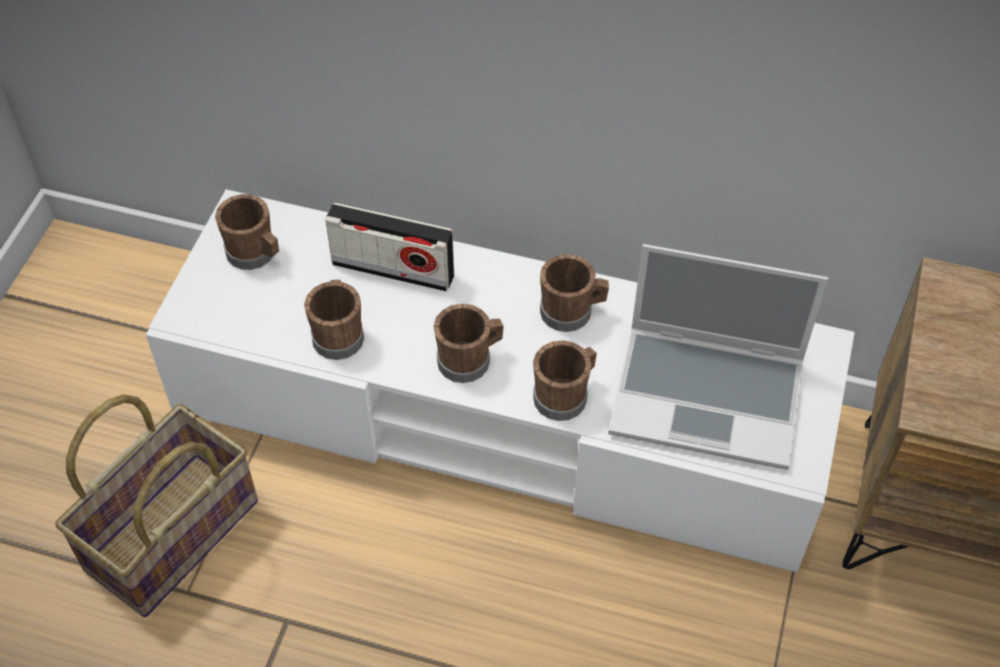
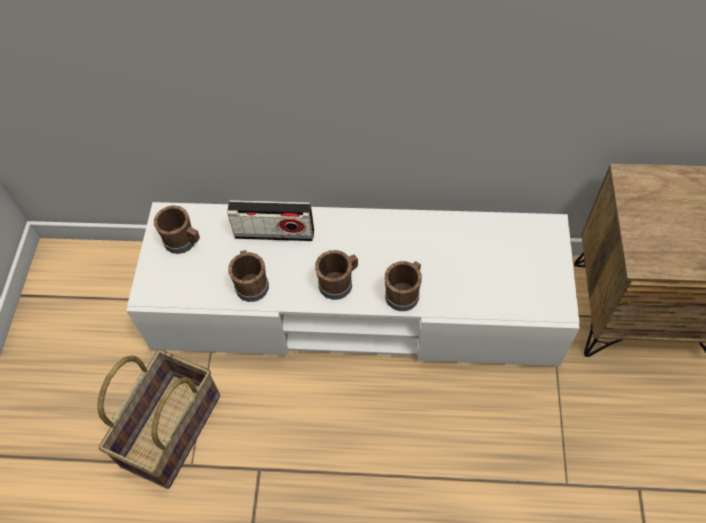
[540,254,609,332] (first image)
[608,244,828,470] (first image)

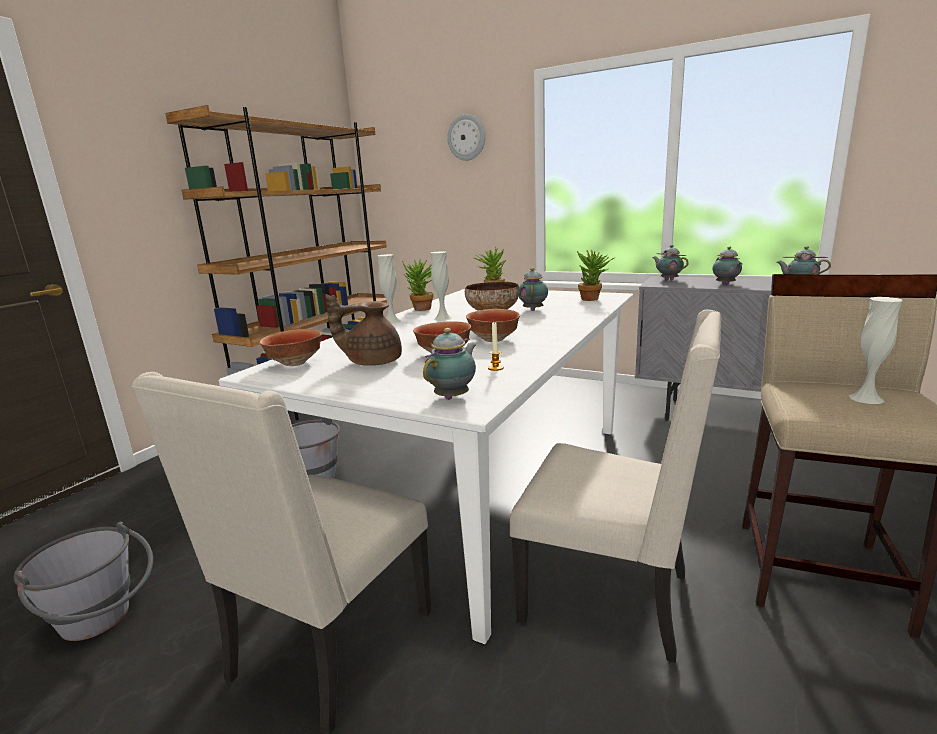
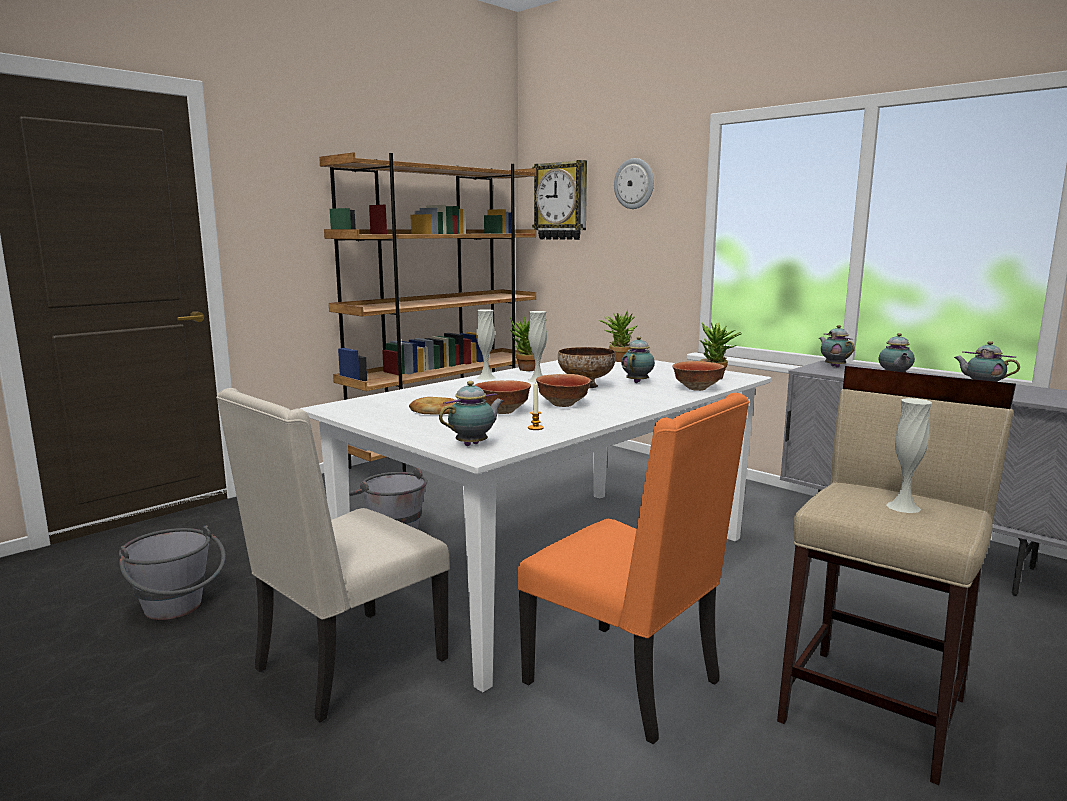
[672,361,724,391]
[409,397,456,415]
[517,393,749,745]
[532,160,587,240]

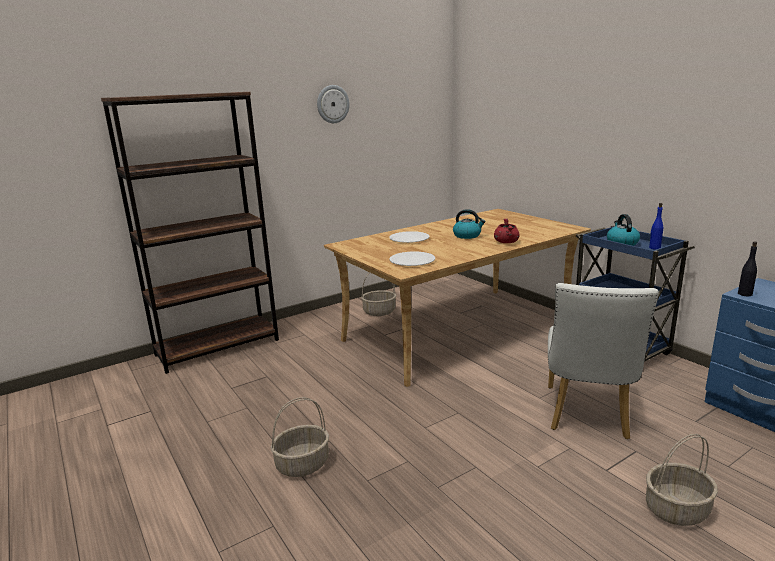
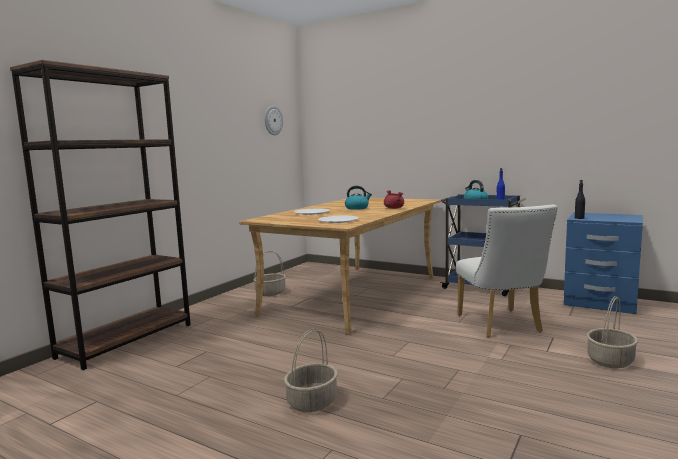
[265,106,283,135]

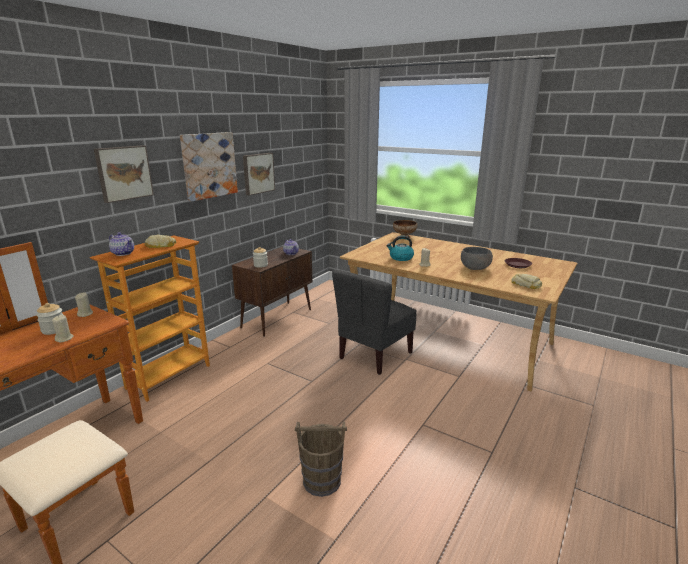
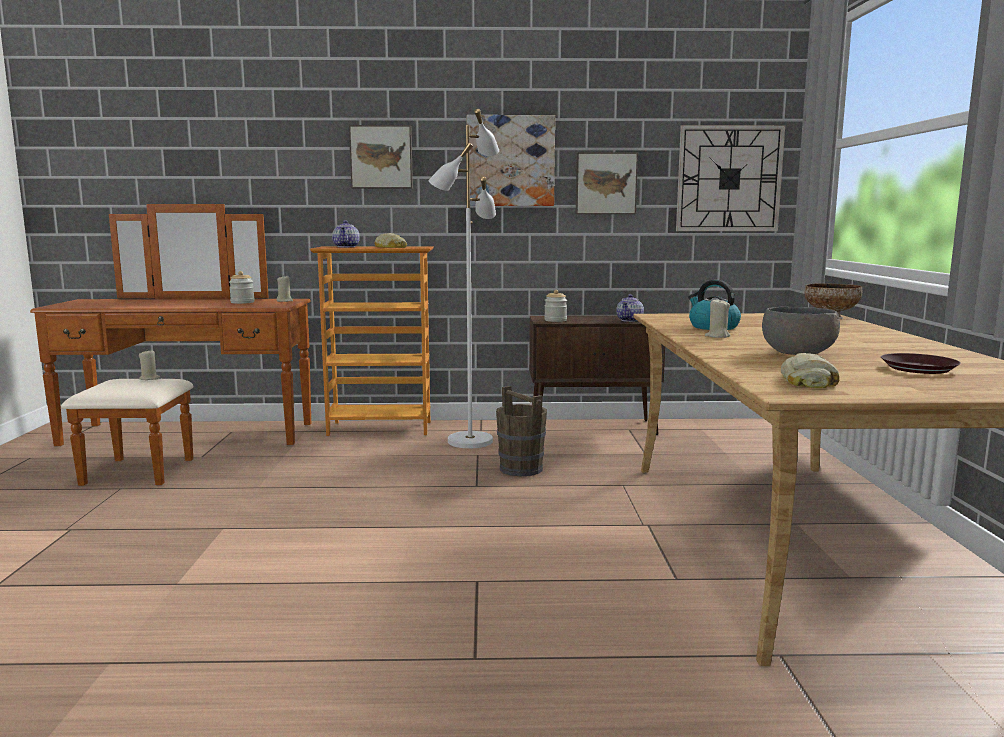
[139,350,160,380]
[496,386,547,476]
[332,270,417,375] (first image)
[428,109,499,448]
[676,125,785,231]

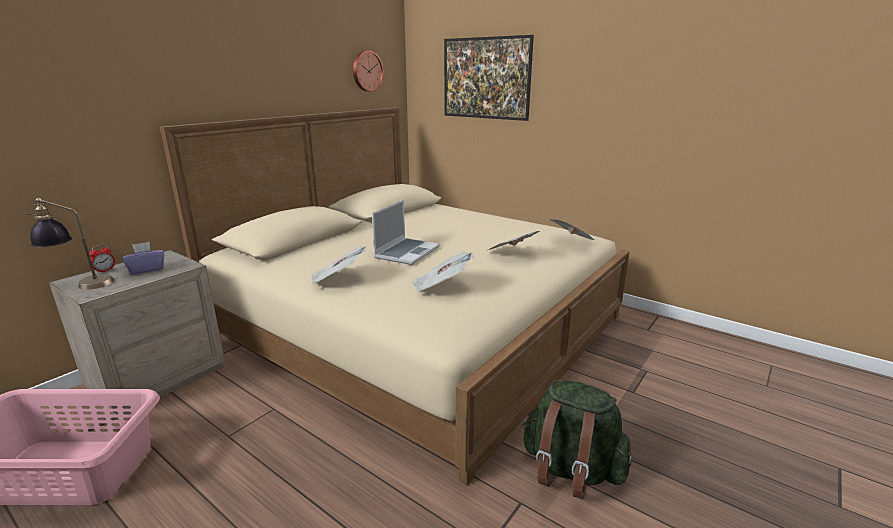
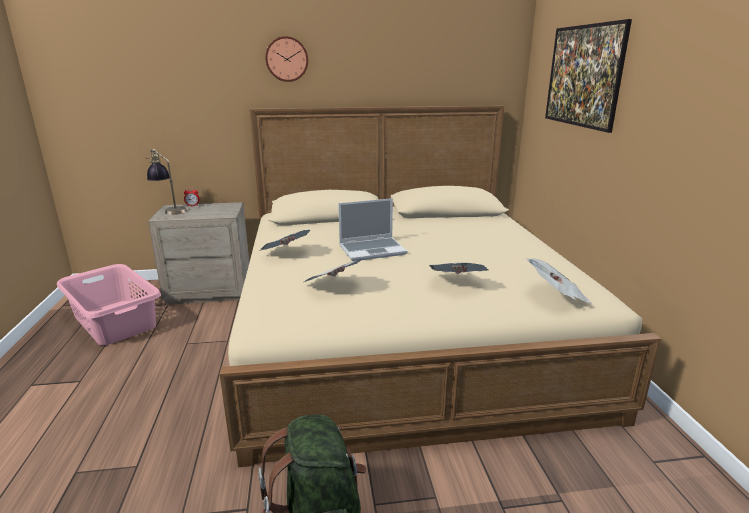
[122,242,164,275] (first image)
[265,36,308,82]

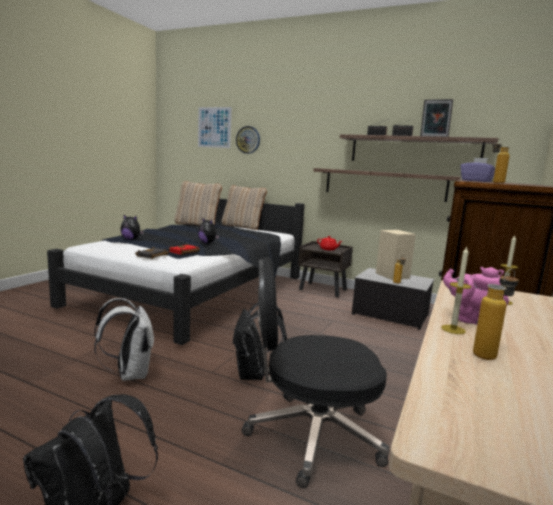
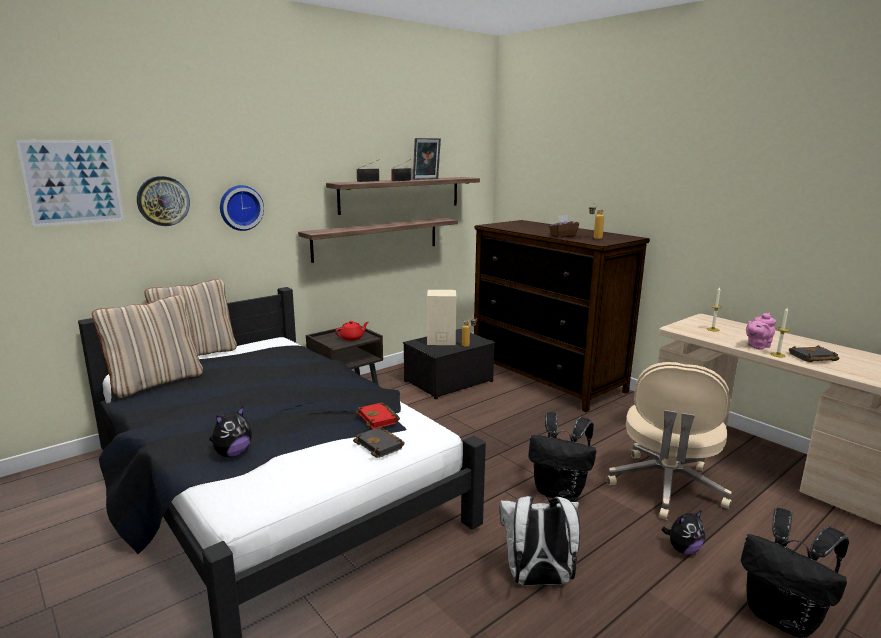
[662,510,705,554]
[607,362,732,520]
[549,215,579,238]
[789,345,840,362]
[220,185,264,231]

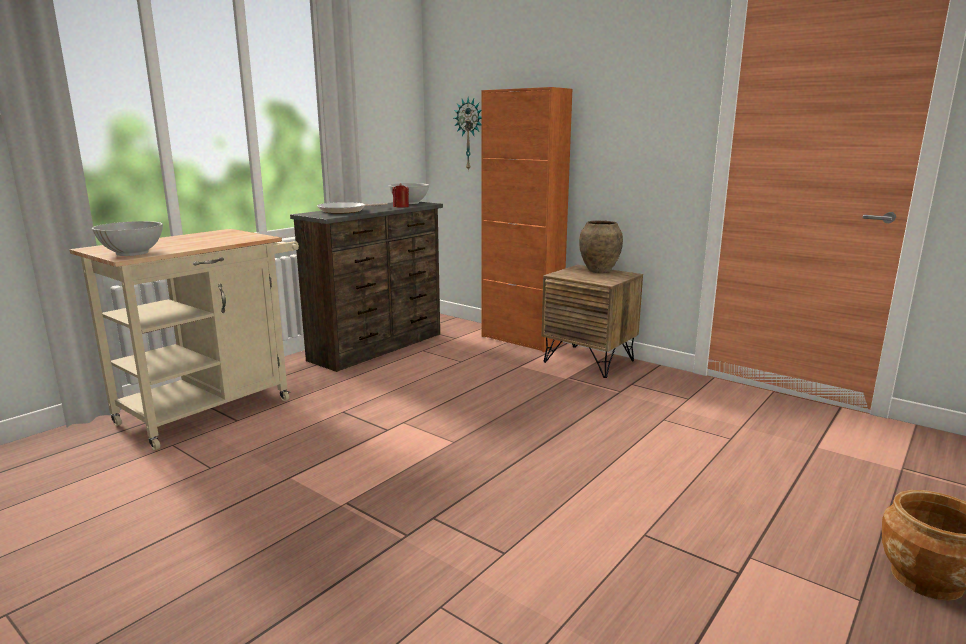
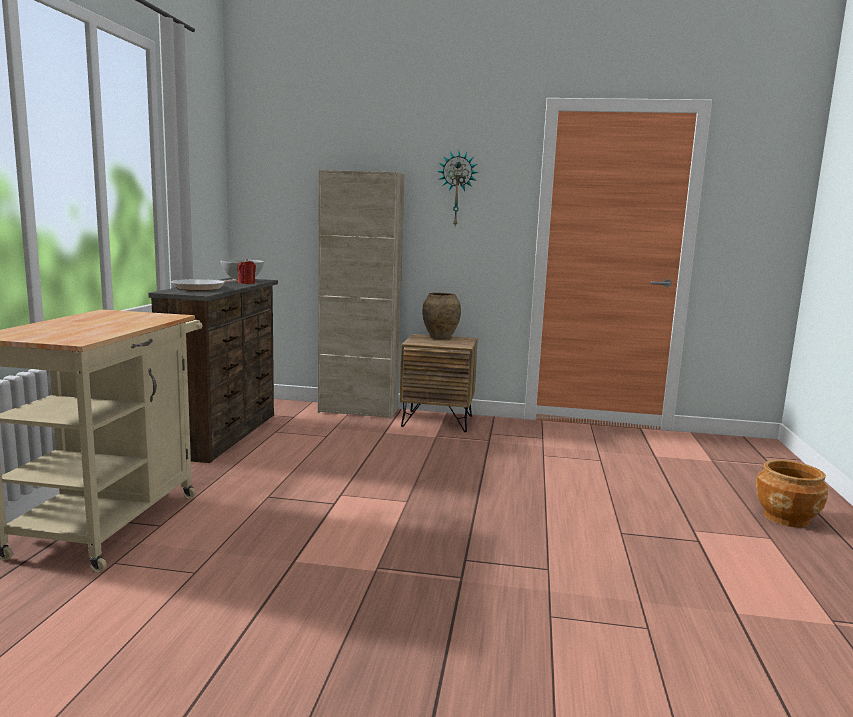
[92,221,163,256] (first image)
[437,151,479,226]
[318,170,405,419]

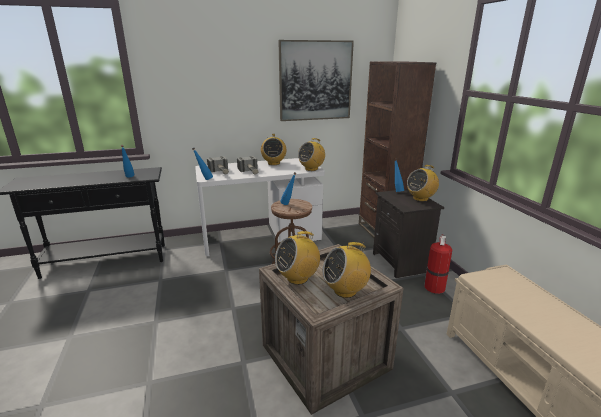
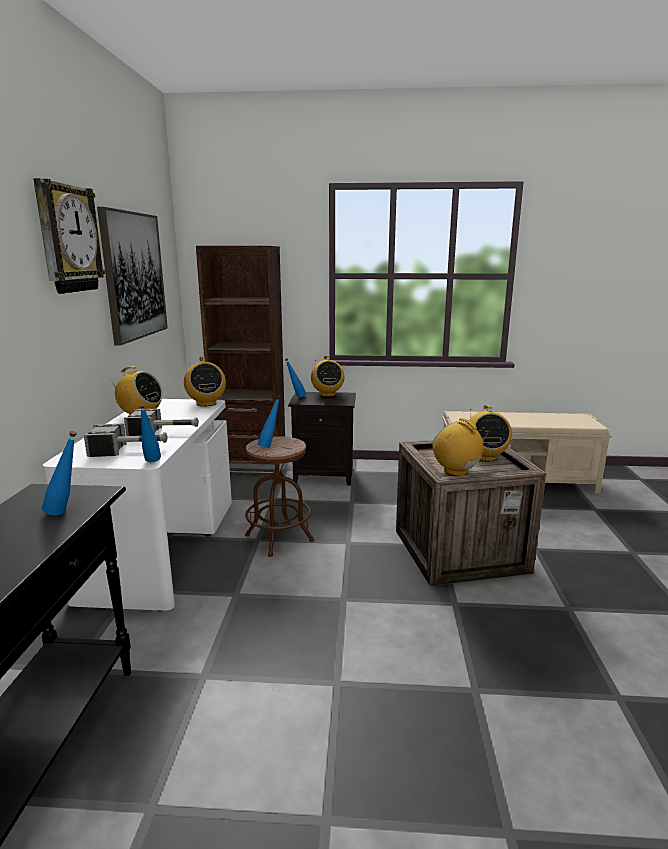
[432,418,490,476]
[424,234,452,294] (first image)
[33,178,105,294]

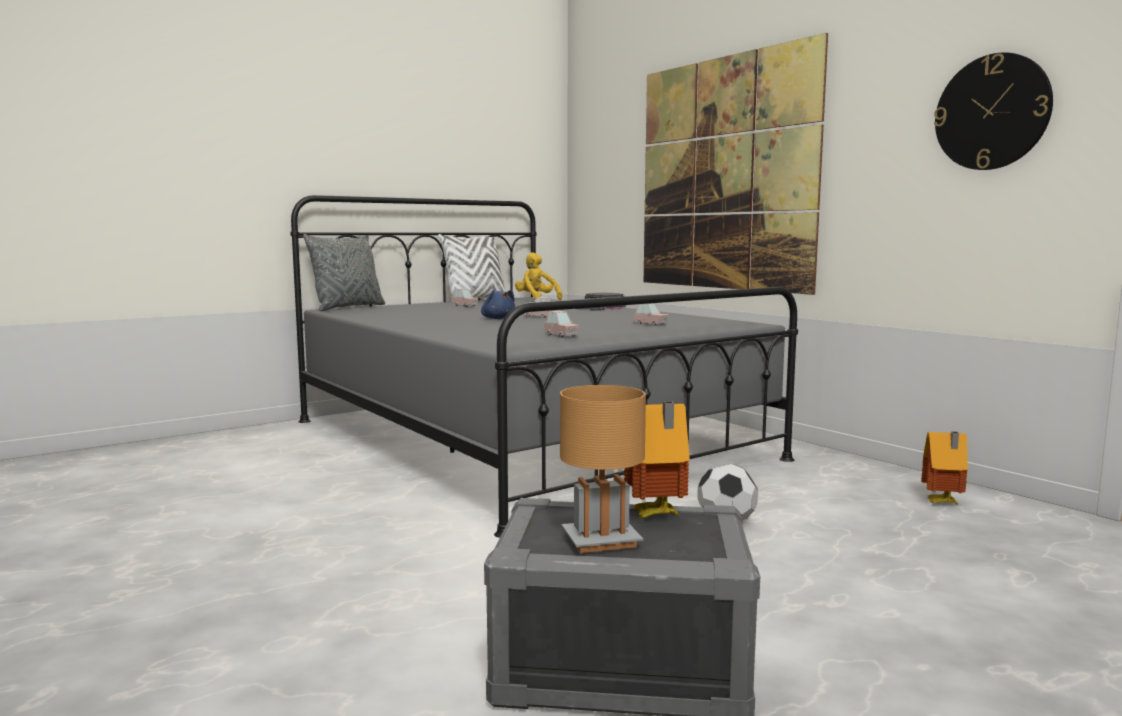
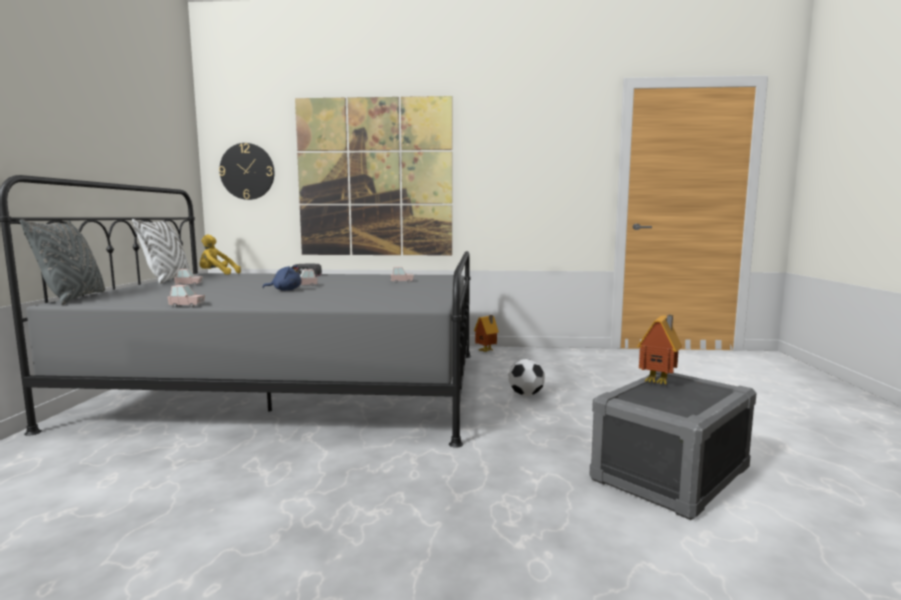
[167,285,205,307]
[560,385,646,553] (first image)
[474,315,499,352]
[219,143,274,200]

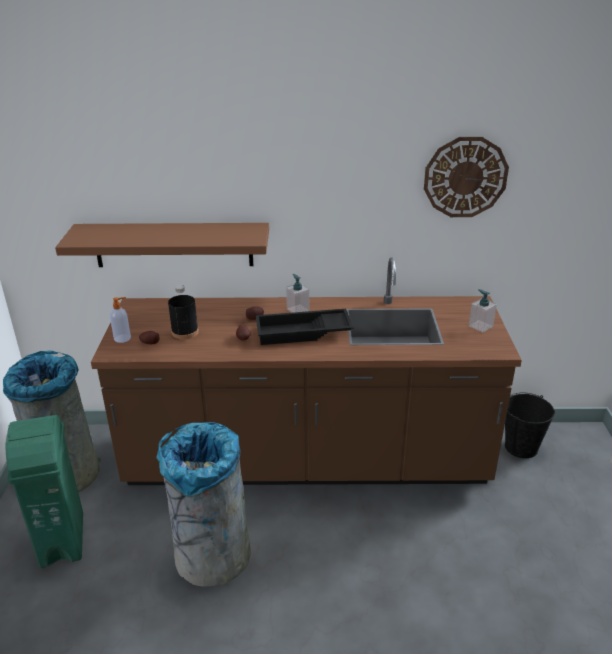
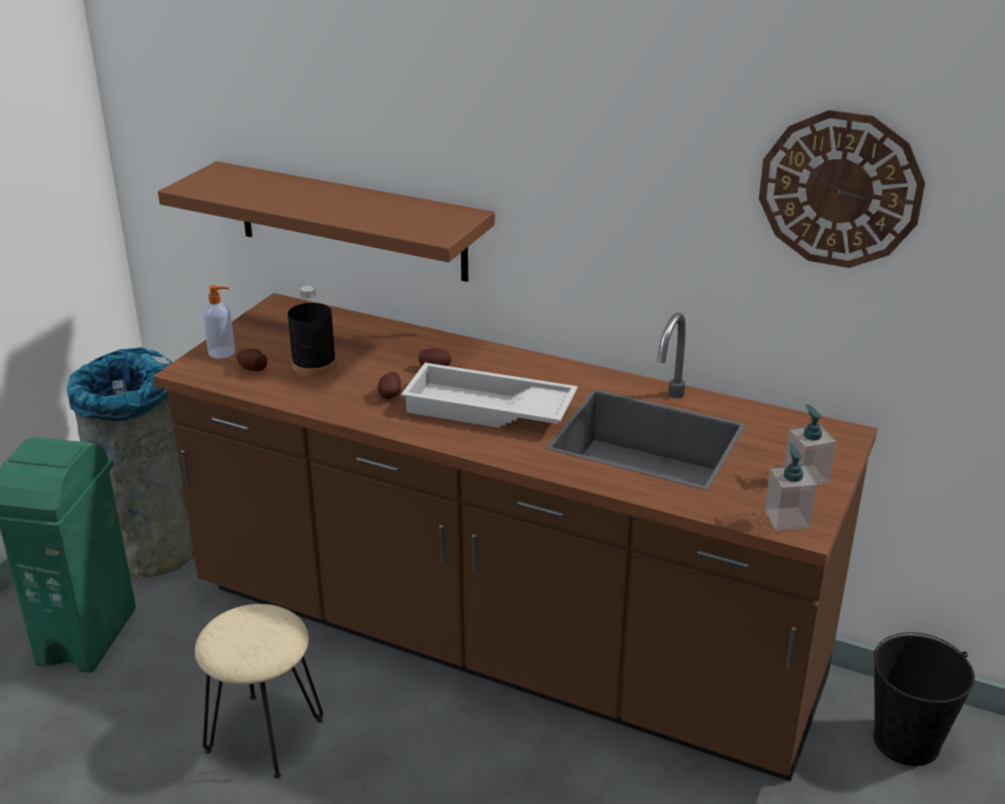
[195,604,323,779]
[401,363,578,428]
[765,444,817,531]

